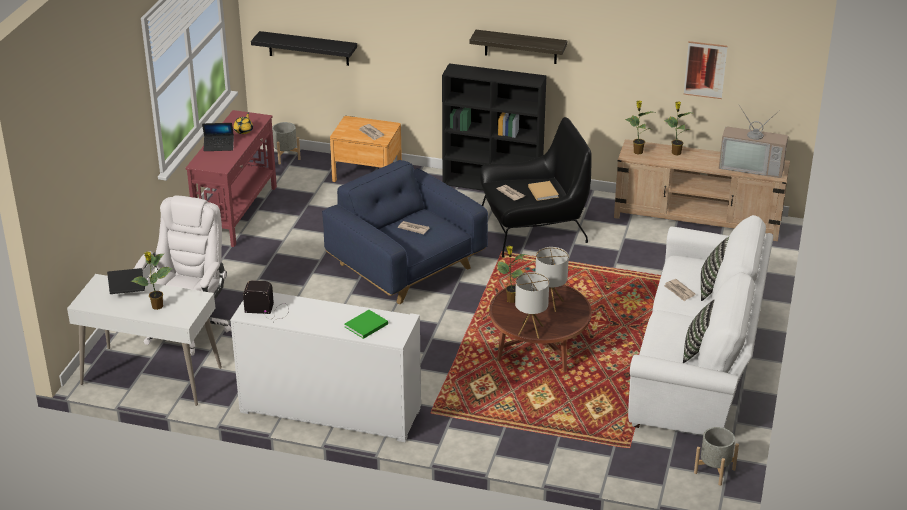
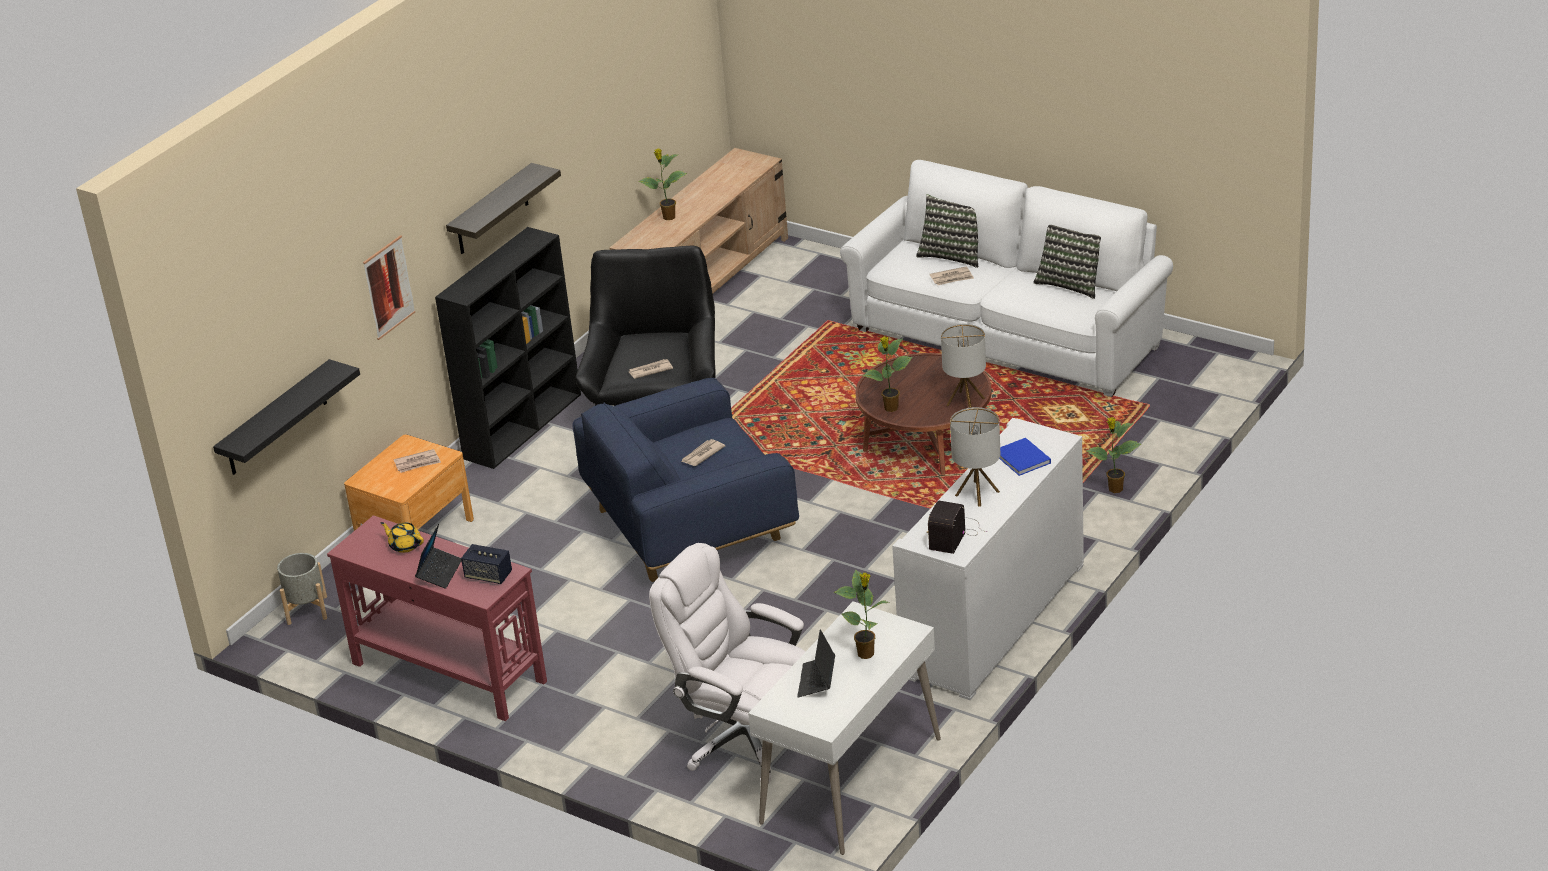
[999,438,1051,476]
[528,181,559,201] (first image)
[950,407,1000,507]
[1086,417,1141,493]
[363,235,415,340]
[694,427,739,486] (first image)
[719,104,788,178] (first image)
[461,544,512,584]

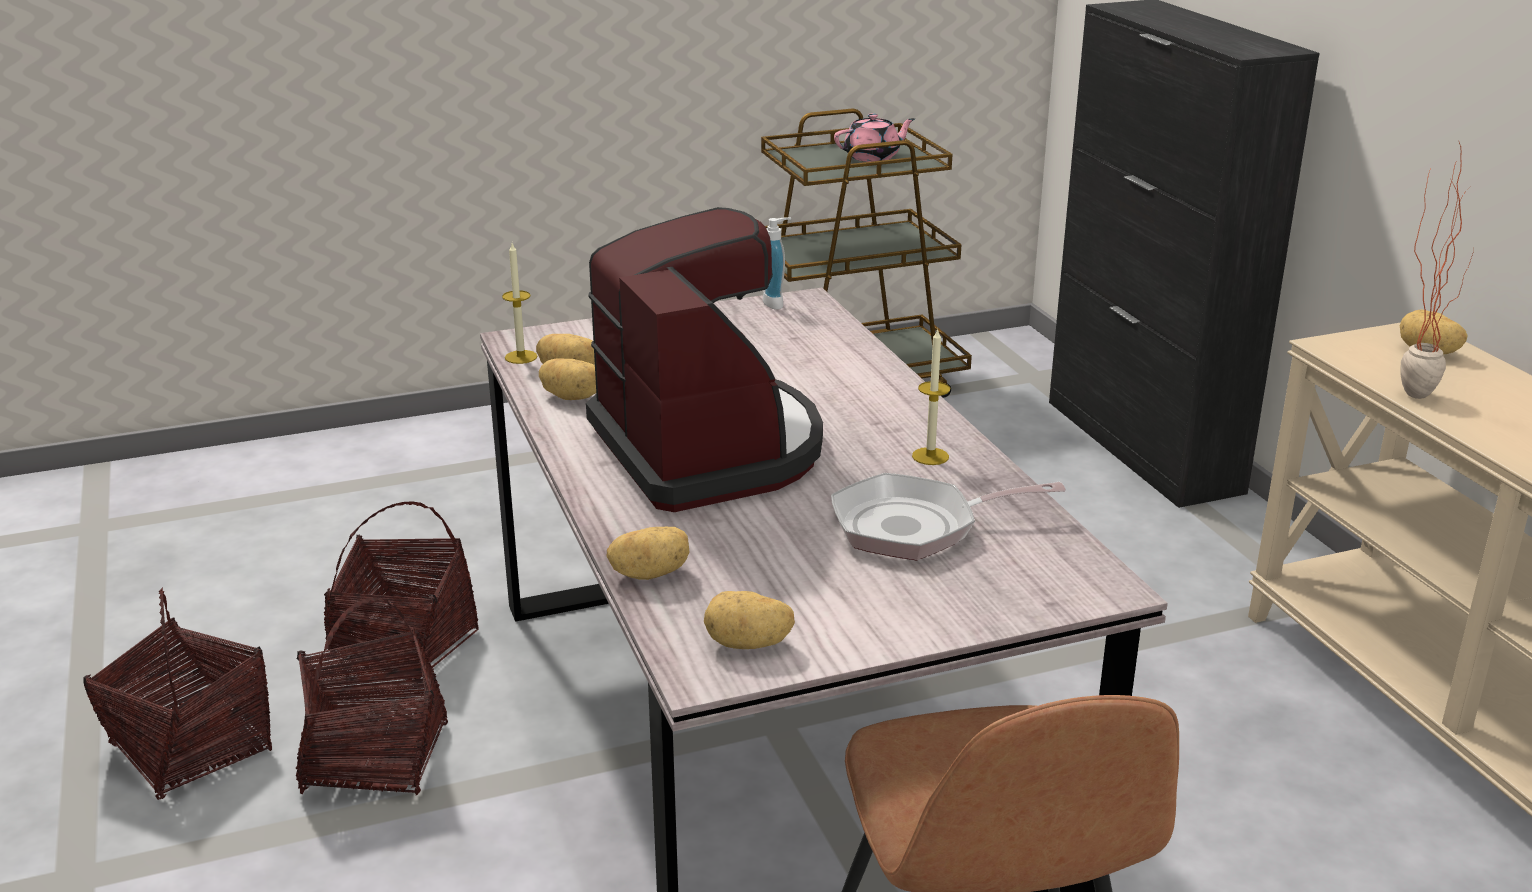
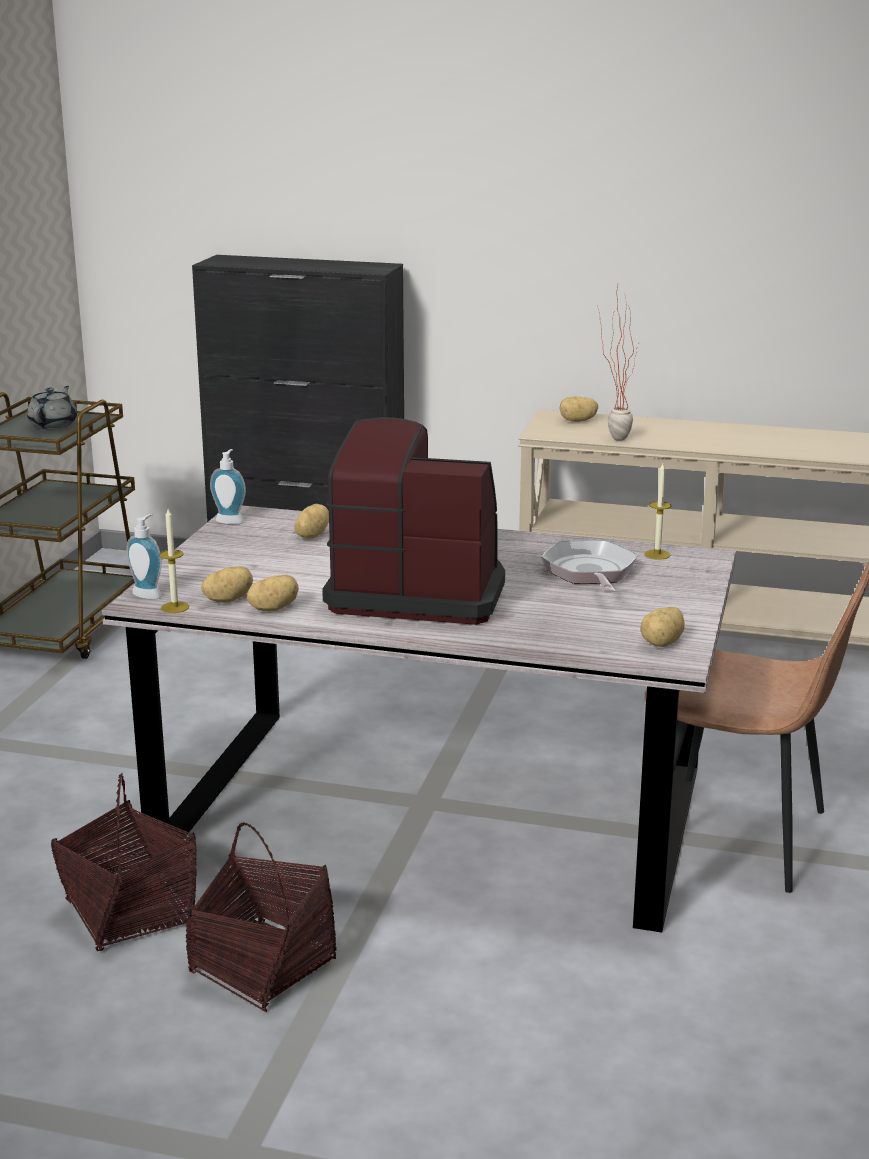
[83,588,272,800] (first image)
[295,504,329,538]
[541,540,638,593]
[27,386,77,429]
[644,463,672,560]
[126,514,162,599]

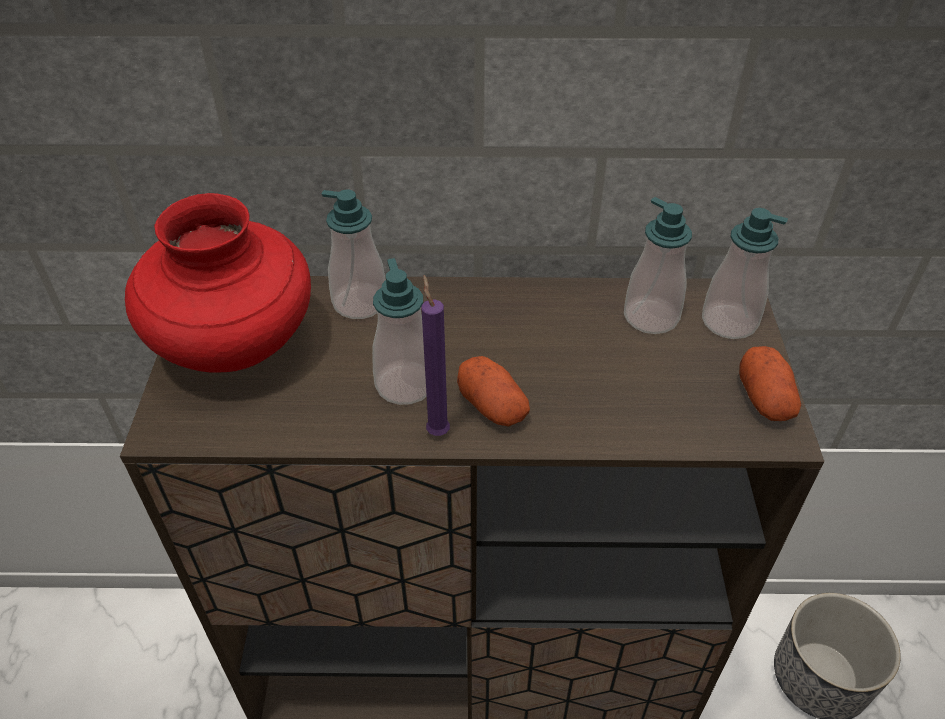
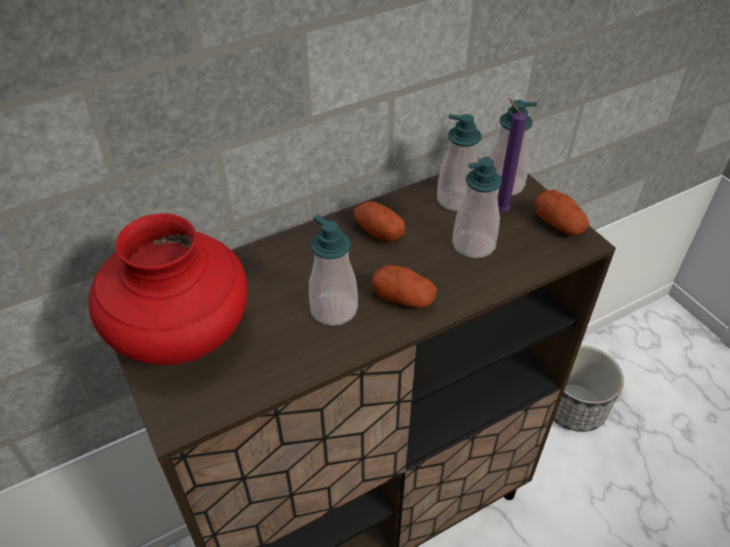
[452,157,502,258]
[498,99,527,212]
[354,201,405,242]

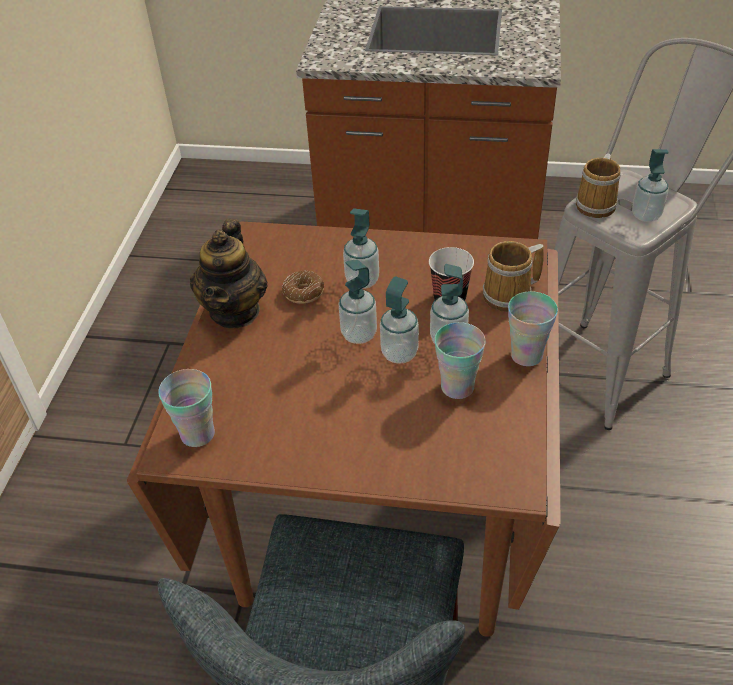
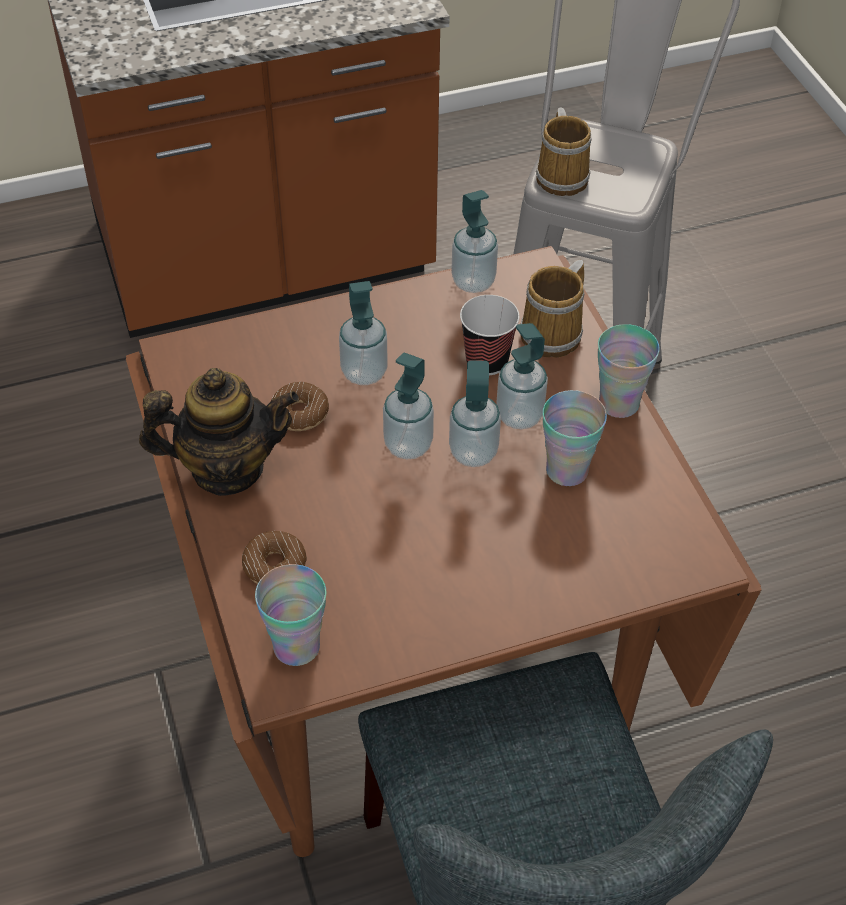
[139,368,299,496]
[451,190,498,293]
[242,531,307,584]

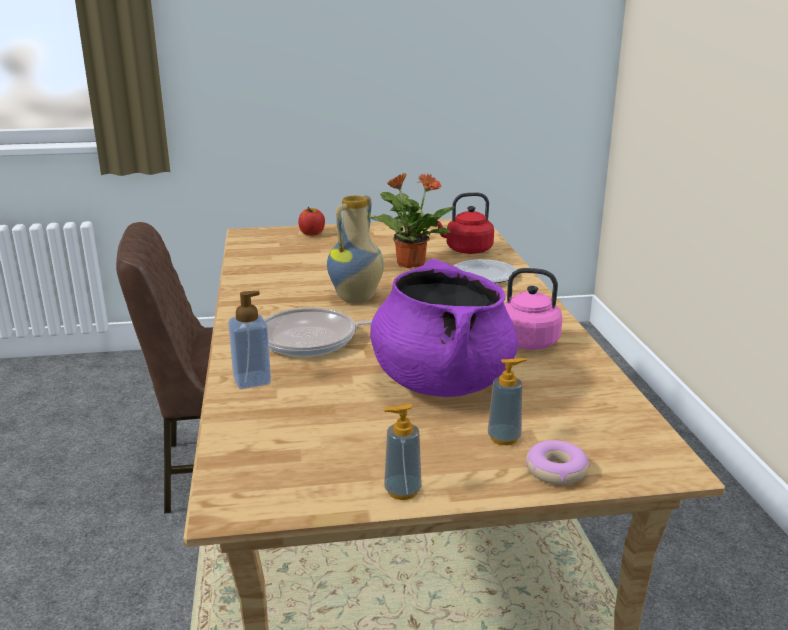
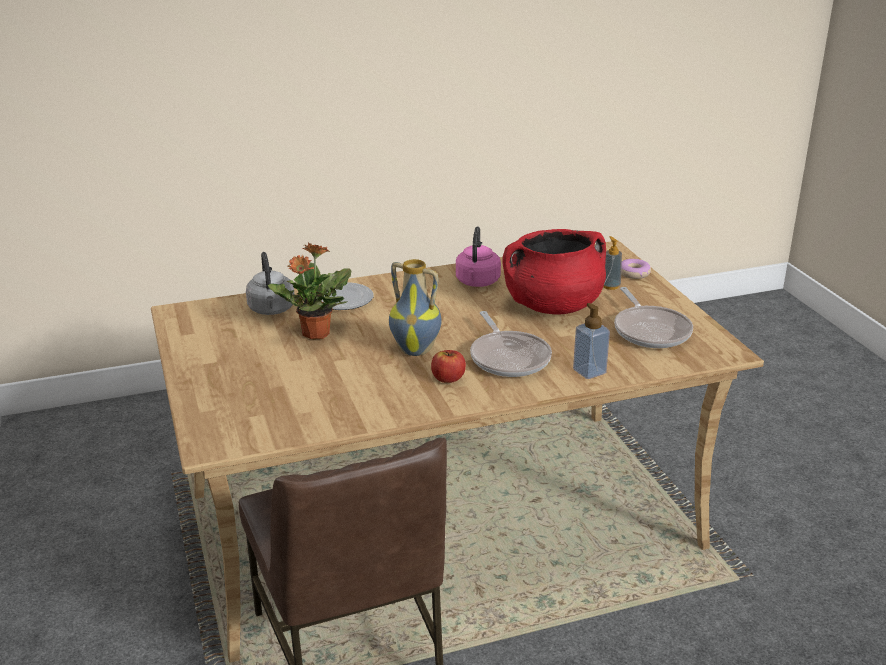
[431,350,466,383]
[502,229,606,315]
[384,404,422,500] (first image)
[246,252,295,315]
[614,287,693,348]

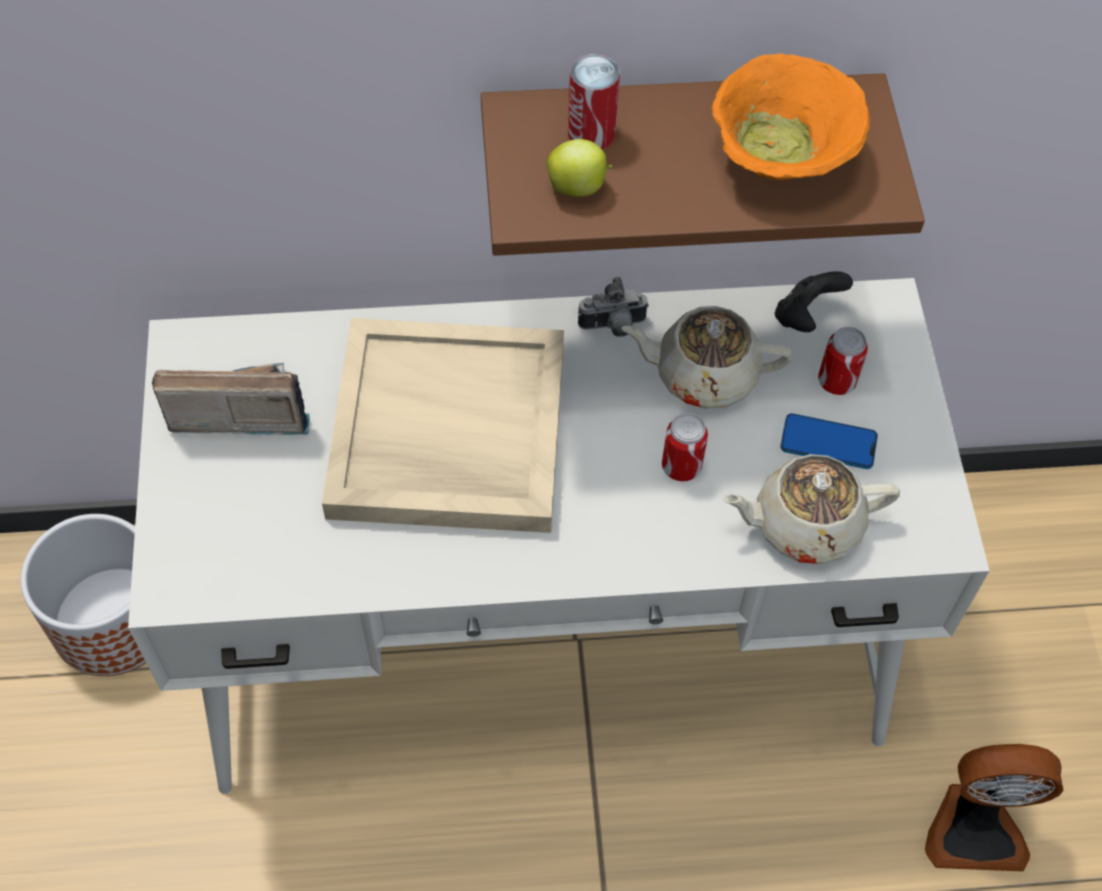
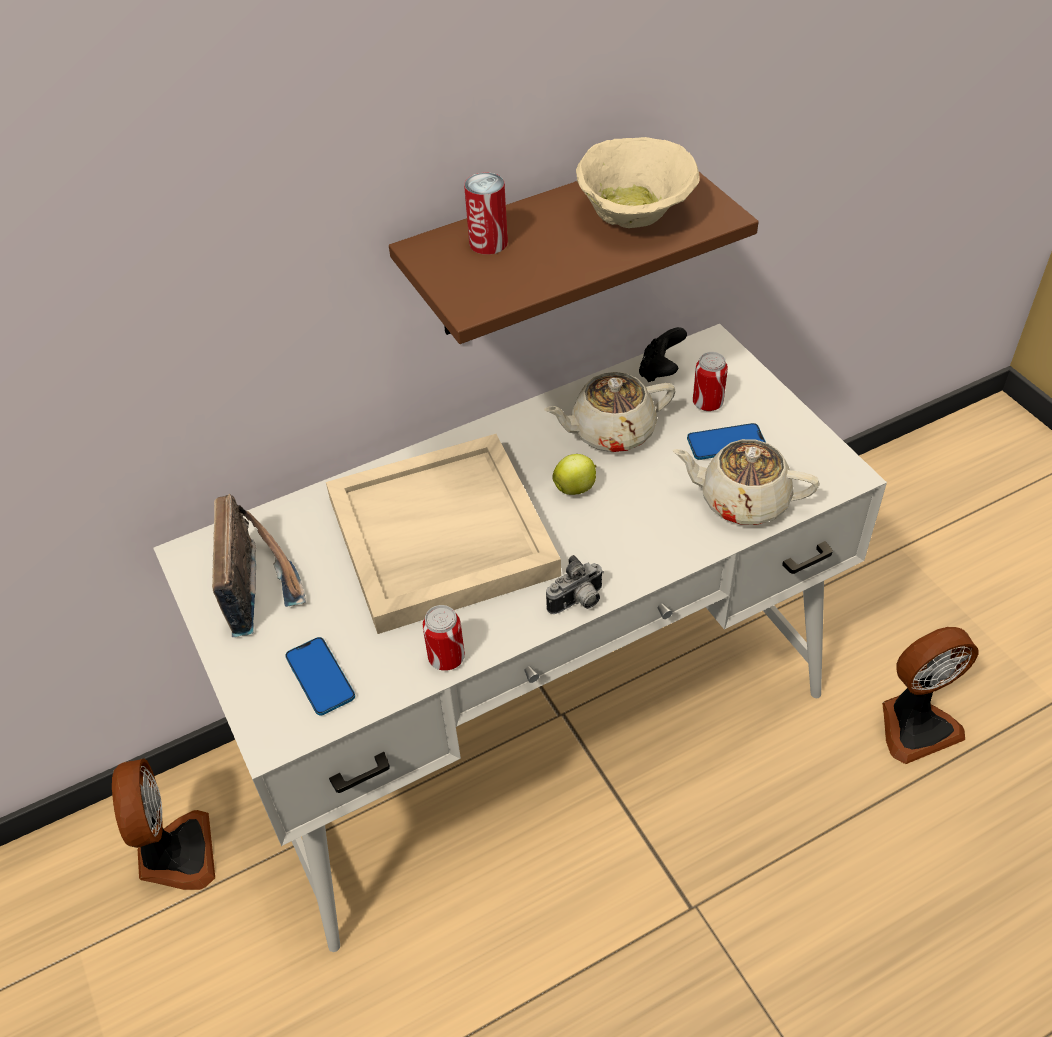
[112,758,215,890]
[212,494,306,637]
[552,454,597,495]
[546,555,604,614]
[422,605,465,671]
[576,137,700,228]
[672,439,820,525]
[285,637,355,715]

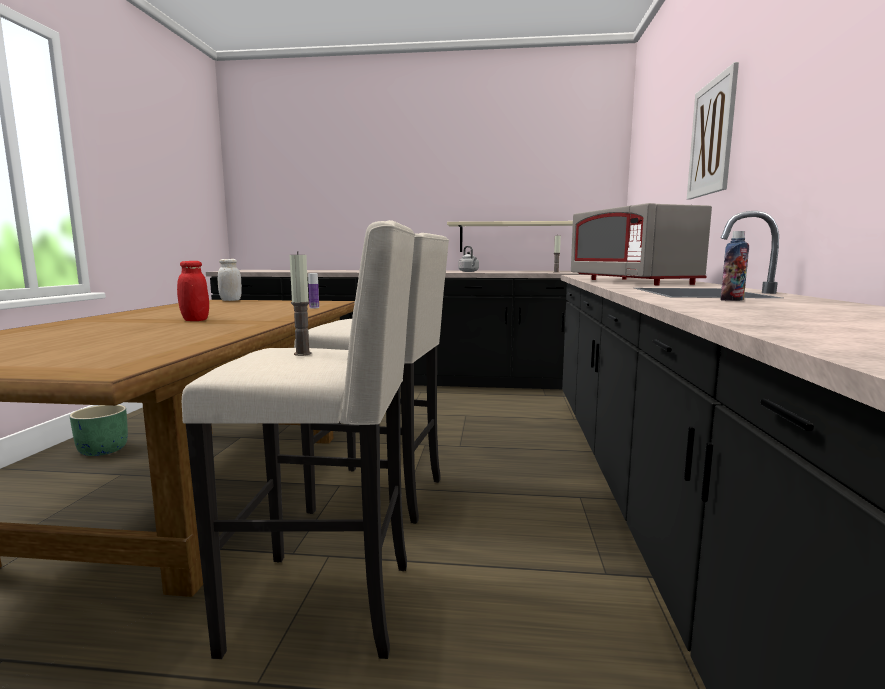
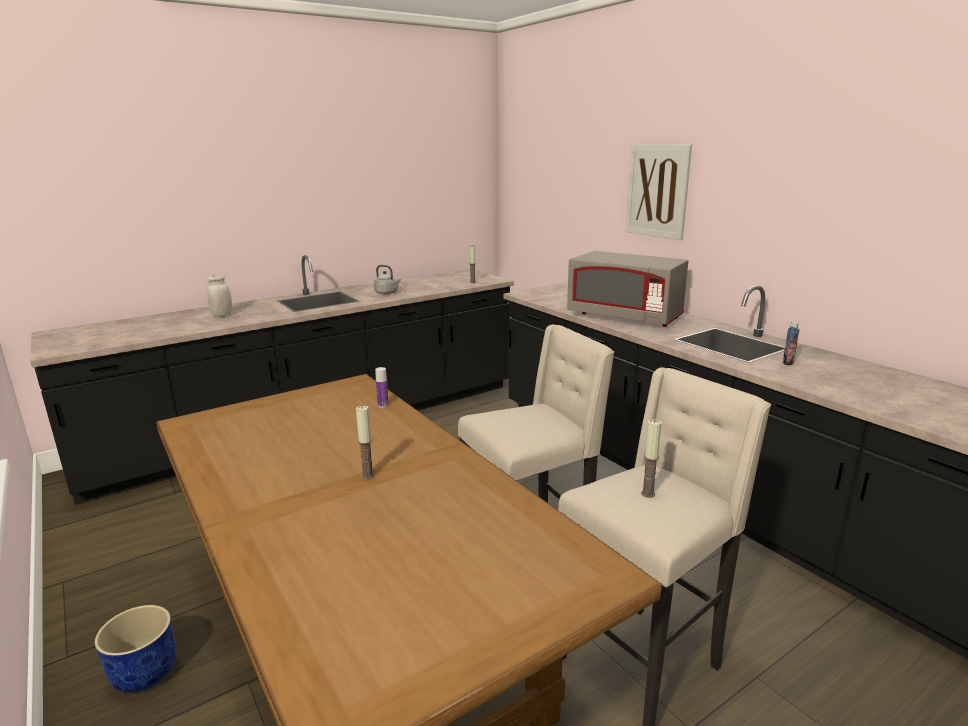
[95,605,176,693]
[356,406,375,479]
[207,275,232,317]
[447,221,573,252] (first image)

